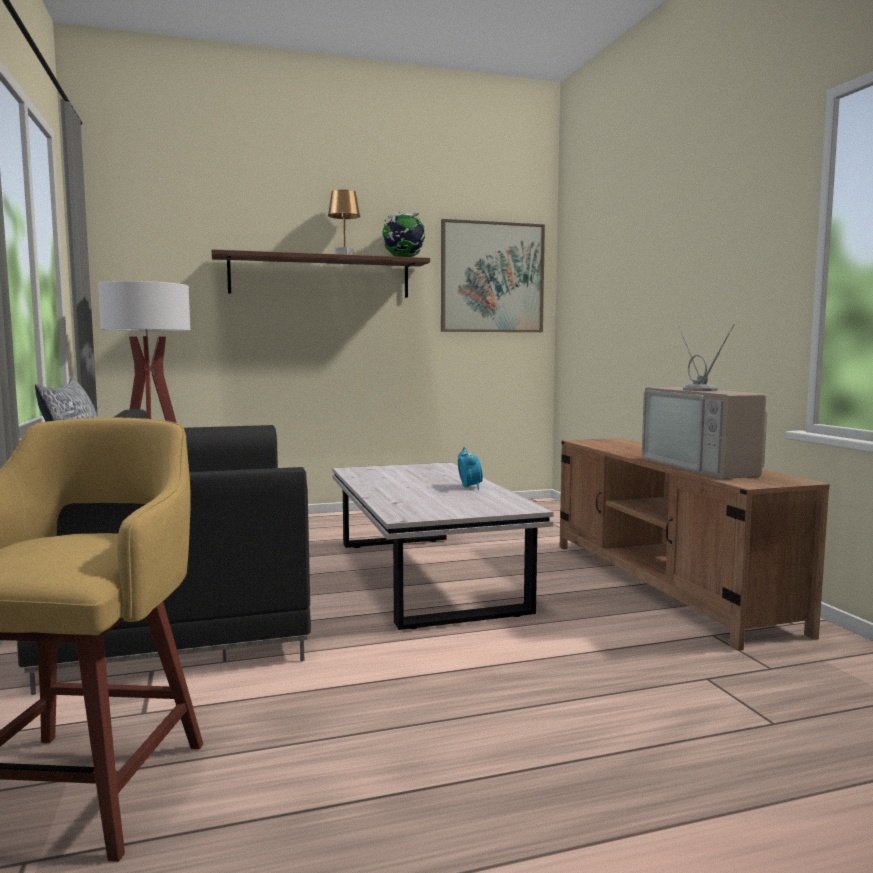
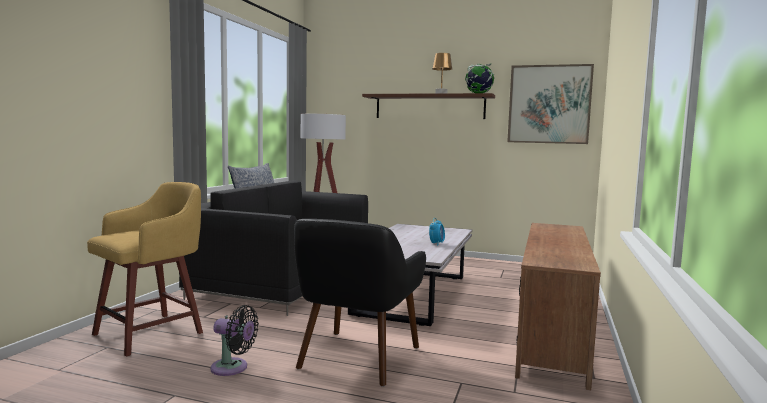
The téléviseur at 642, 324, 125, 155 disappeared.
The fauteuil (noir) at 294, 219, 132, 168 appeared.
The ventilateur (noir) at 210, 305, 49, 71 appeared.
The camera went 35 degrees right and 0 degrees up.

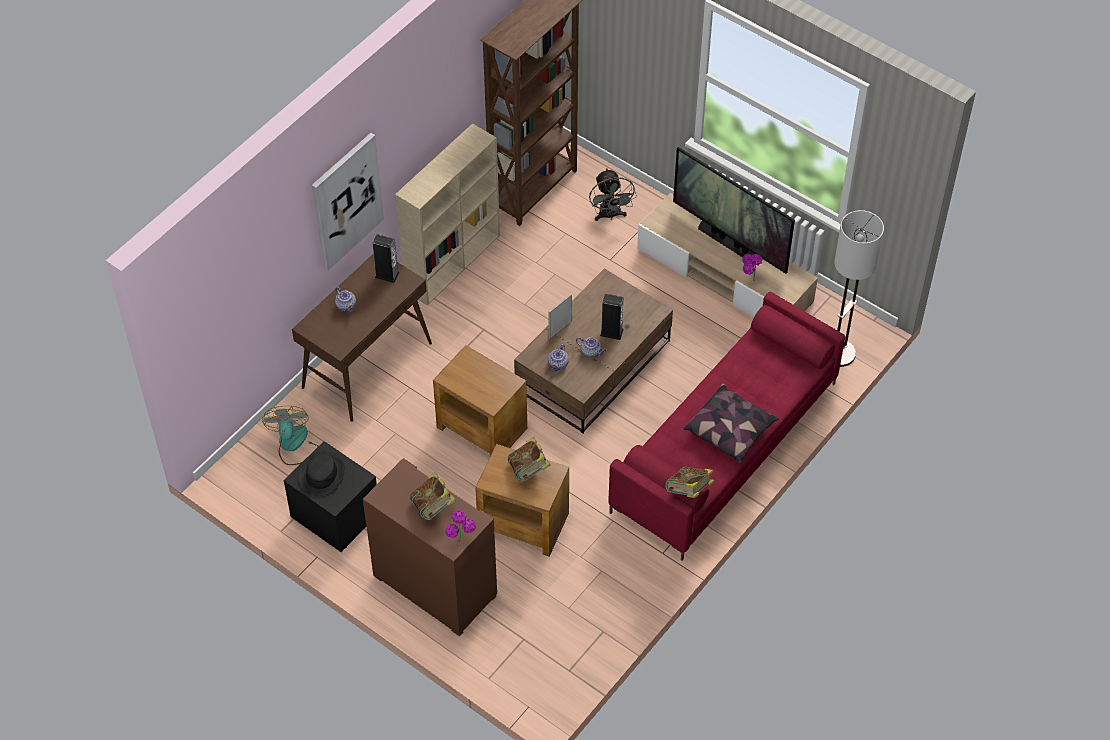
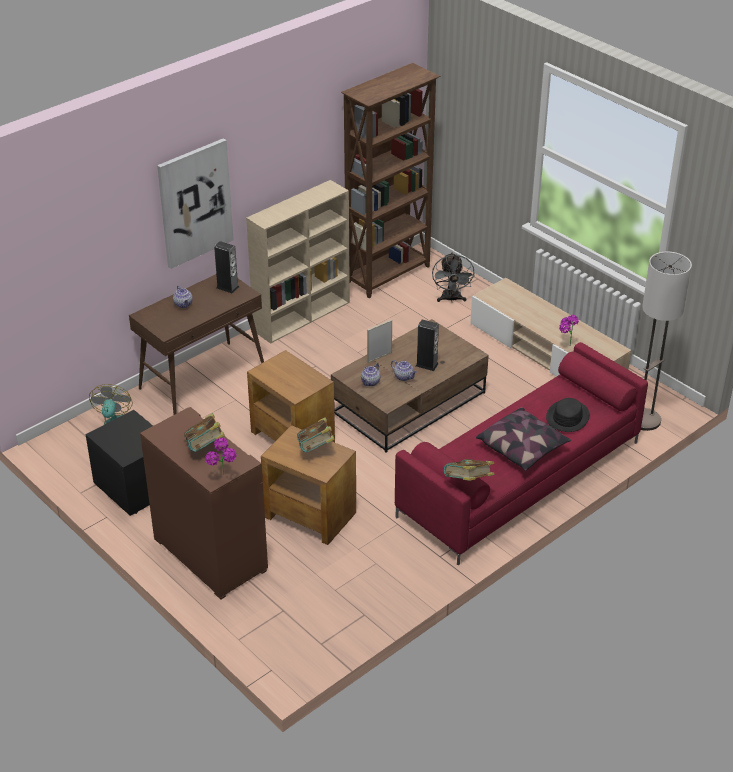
The téléviseur at 673, 147, 122, 127 disappeared.
The chapeau (noir) moved from 299, 451, 46, 45 to 546, 398, 44, 34.
The camera went 10 degrees right and 15 degrees down.

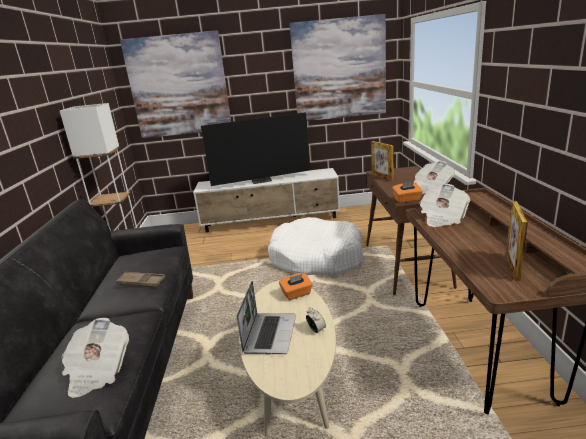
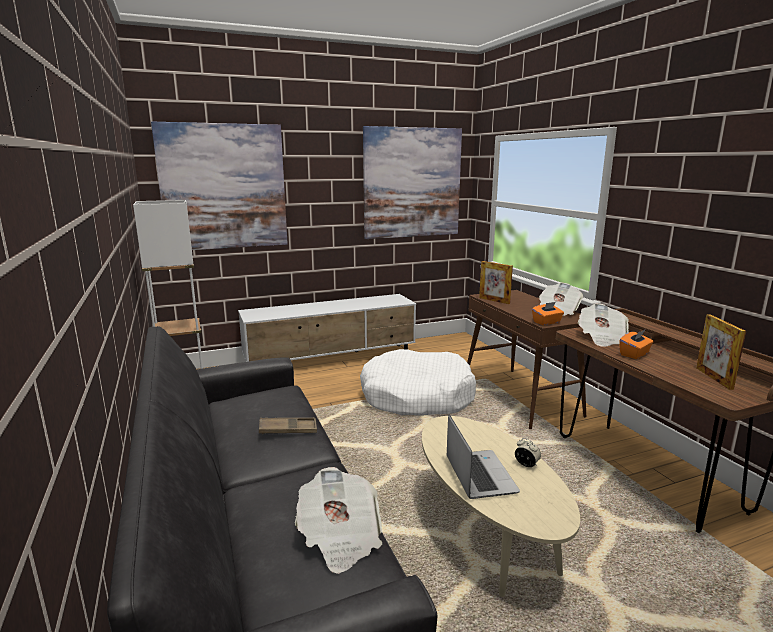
The téléviseur at 201, 112, 109, 74 disappeared.
The boîte à mouchoirs (orange) moved from 279, 273, 34, 27 to 619, 329, 35, 30.
The camera went 20 degrees left and 5 degrees down.

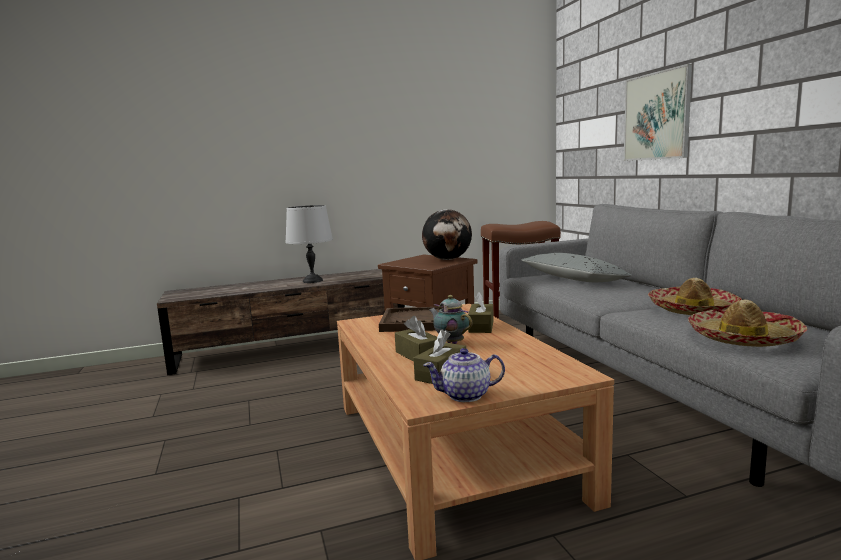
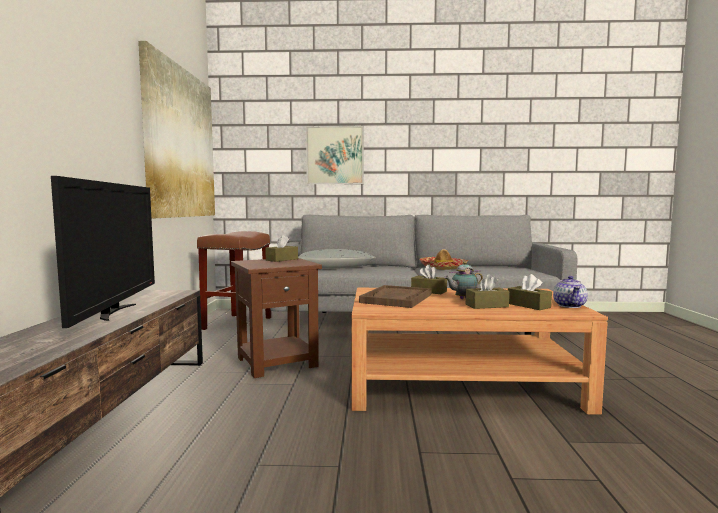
The lampe de table (gris) at 286, 205, 47, 78 was replaced by the téléviseur at 51, 176, 104, 152.
The globe at 422, 209, 50, 51 was replaced by the boîte à mouchoirs (marron) at 265, 235, 33, 27.
The chapeau at 688, 300, 119, 47 disappeared.
The tableau at 138, 41, 77, 177 appeared.
The camera went 70 degrees left and 5 degrees down.

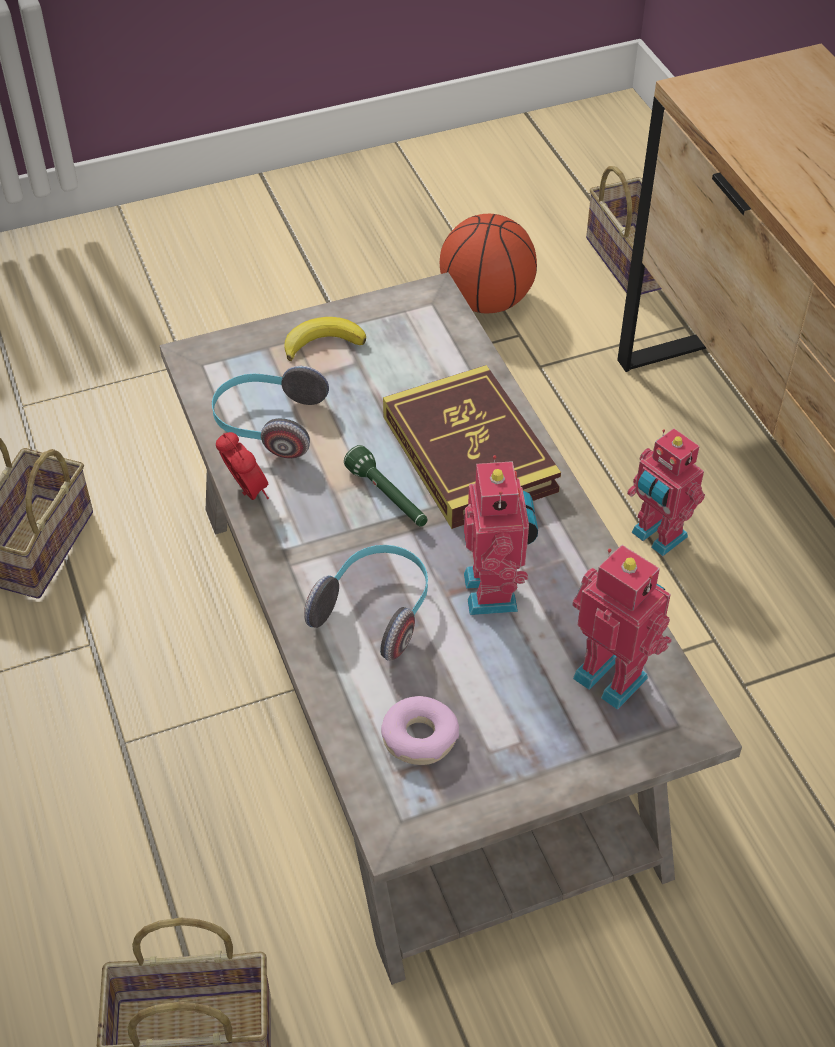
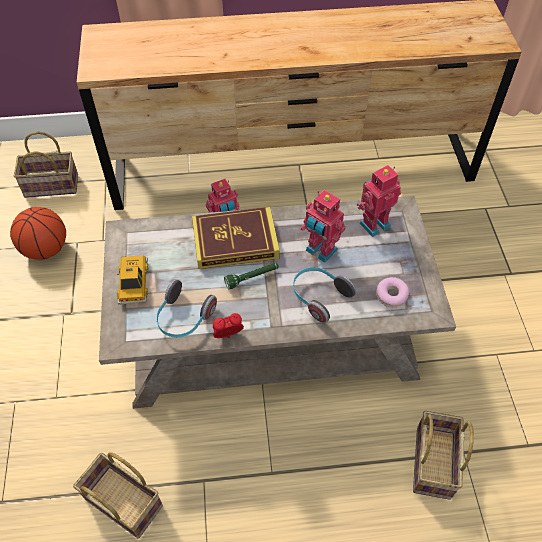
The banane at 284, 317, 82, 44 was replaced by the petite voiture at 117, 255, 31, 50.
The robot jouet at 464, 455, 74, 160 turned 150 degrees counterclockwise.
The camera went 75 degrees left and 5 degrees up.

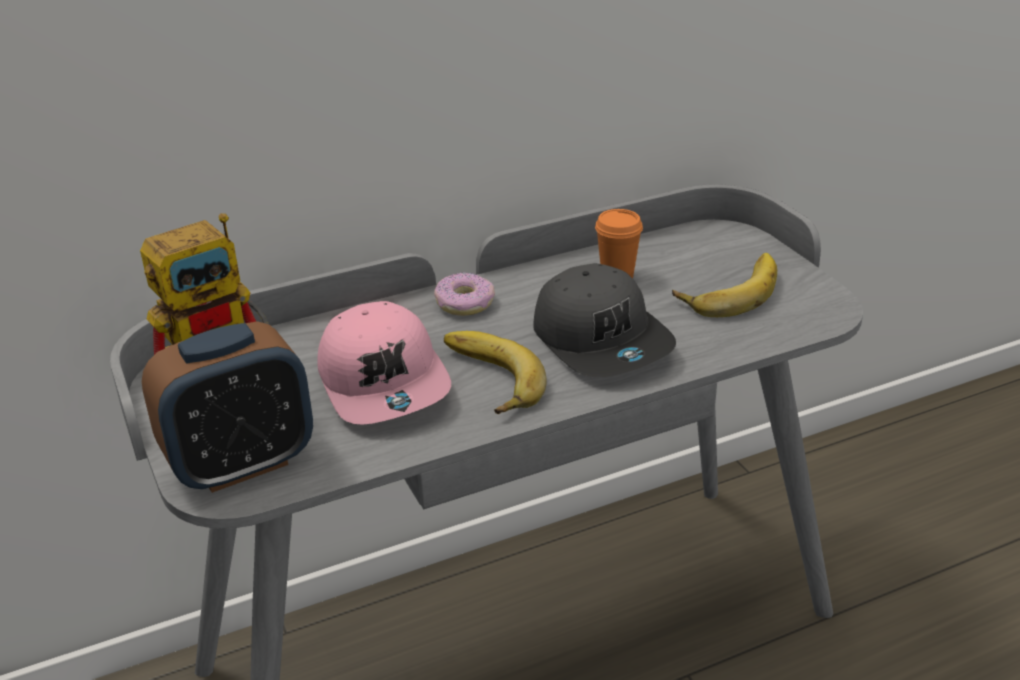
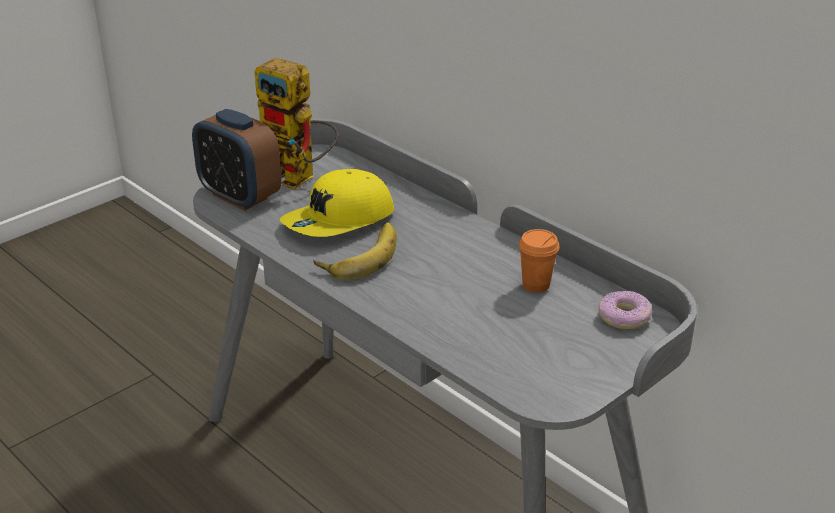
The banane at 672, 253, 105, 64 disappeared.
The casquette (gris) at 533, 263, 143, 114 disappeared.
The beignet moved from 434, 273, 61, 43 to 599, 291, 53, 38.
The casquette (rose) at 317, 301, 134, 124 became the casquette (jaune) at 280, 169, 114, 68.
The camera went 70 degrees right and 0 degrees up.

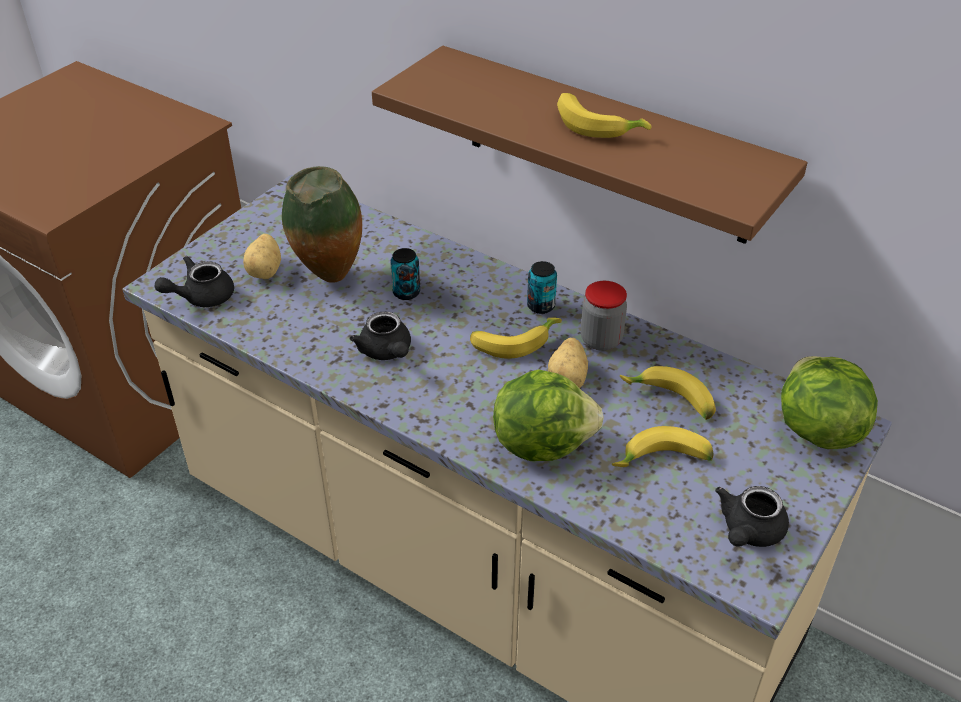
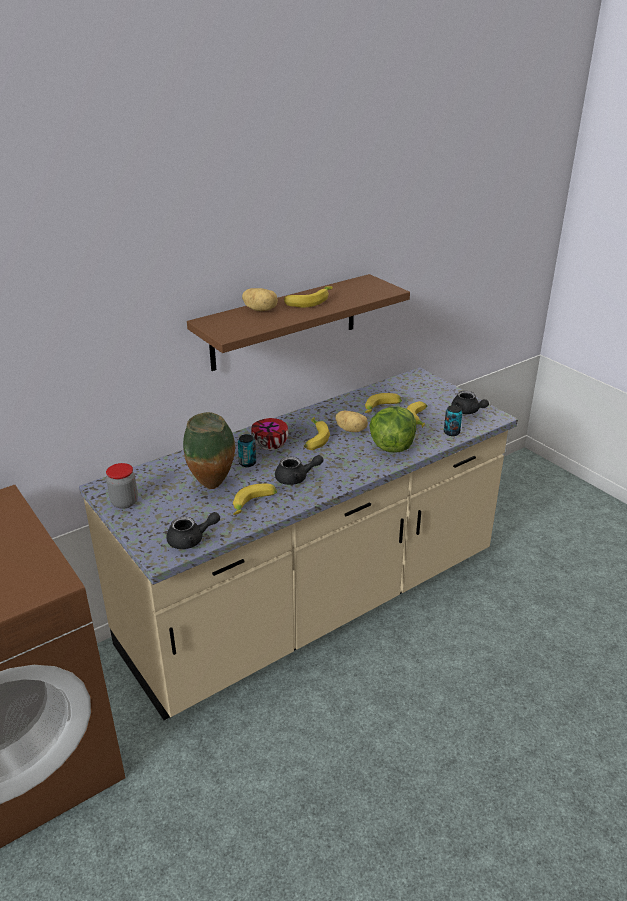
The pomme de terre moved from 243, 234, 38, 45 to 242, 288, 36, 23.
The théière (noir) at 155, 256, 79, 51 turned 90 degrees counterclockwise.
The boîte métallique moved from 527, 261, 30, 53 to 444, 405, 18, 31.
The bocal moved from 581, 281, 46, 70 to 106, 463, 32, 46.
The laitue at 781, 356, 97, 93 disappeared.
The bol at 251, 418, 37, 32 appeared.
The banane at 233, 484, 44, 31 appeared.
The camera went 70 degrees left and 10 degrees down.

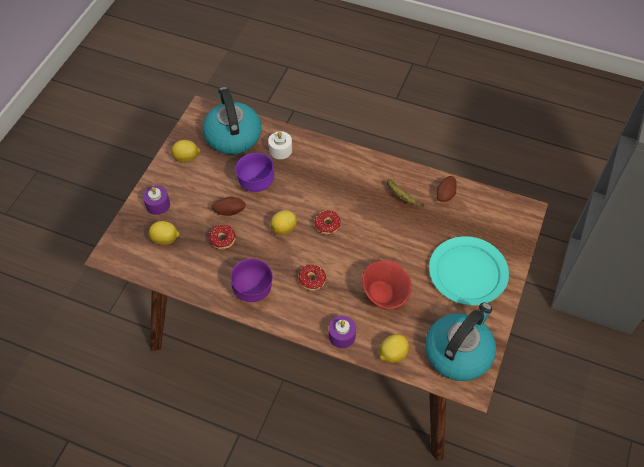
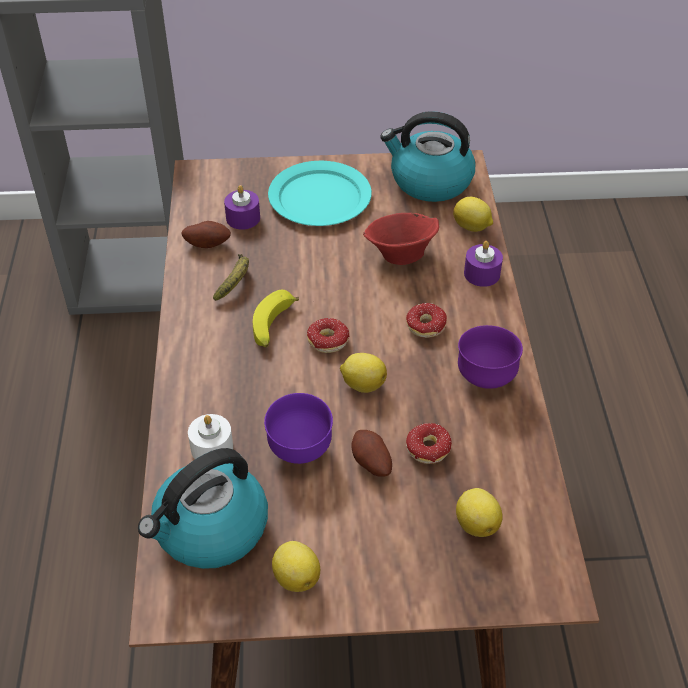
The bougie (violet) moved from 143, 186, 27, 29 to 224, 185, 36, 45.
The banane at 253, 290, 46, 57 appeared.
The camera went 115 degrees left and 10 degrees down.

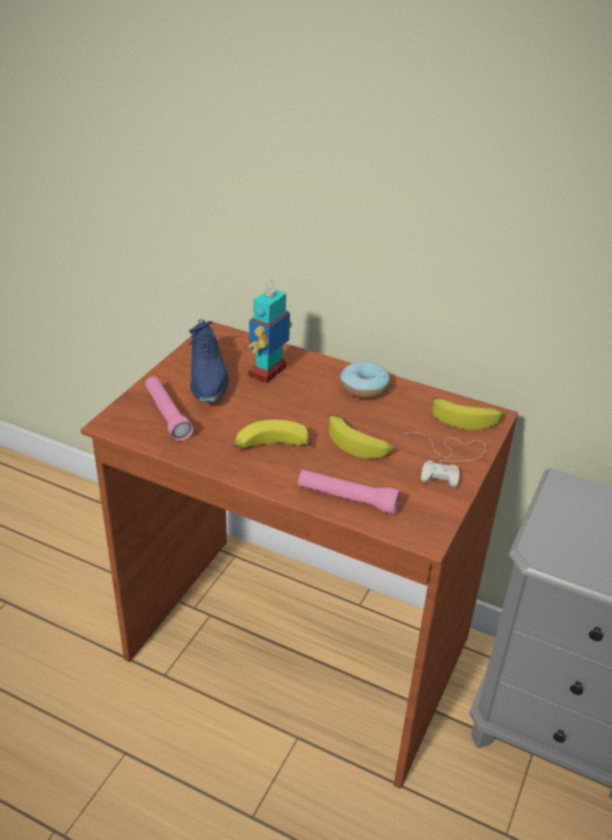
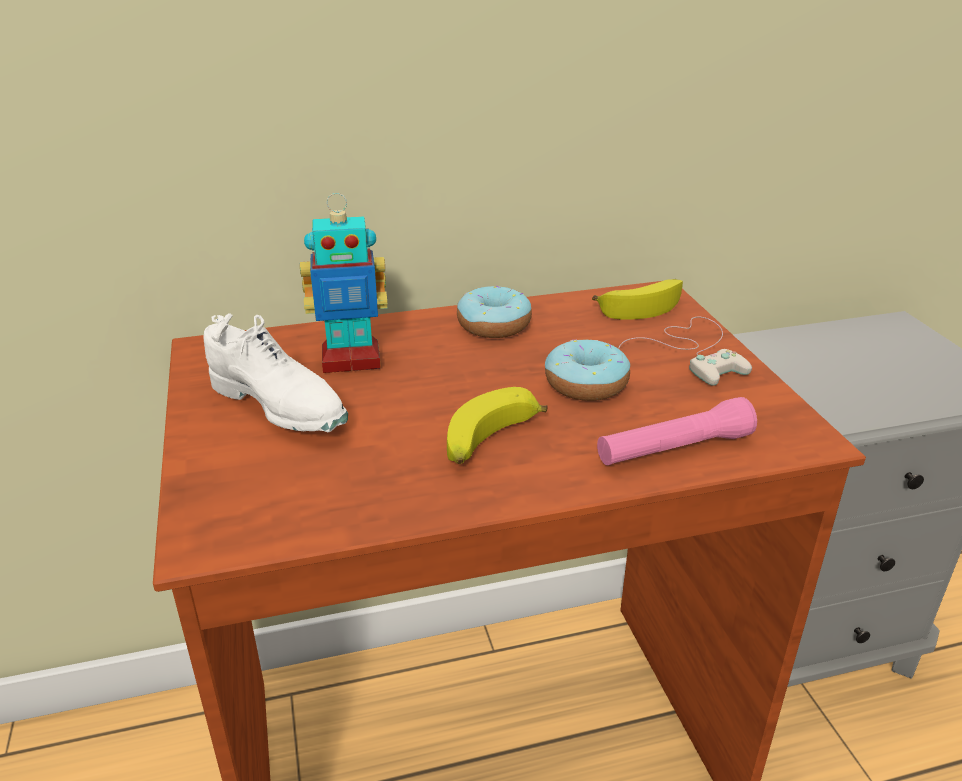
The robot jouet at 248, 280, 44, 103 turned 90 degrees counterclockwise.
The chaussure (bleu) at 188, 319, 41, 84 became the chaussure (blanc) at 203, 313, 145, 119.
The lampe de poche (rose) at 145, 376, 48, 65 disappeared.
The banane at 329, 415, 65, 43 was replaced by the beignet at 545, 340, 85, 61.
The camera went 40 degrees left and 5 degrees down.

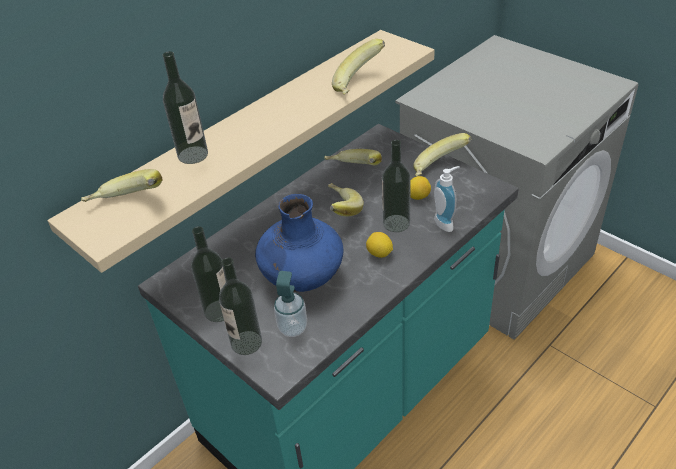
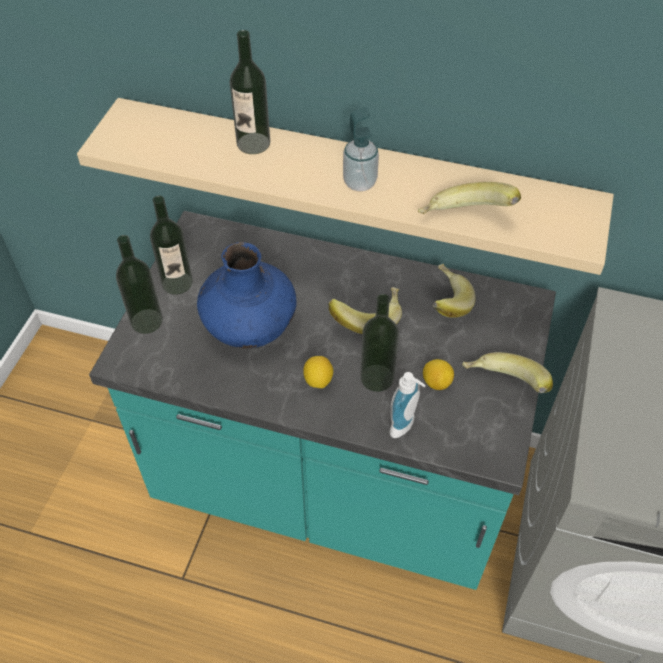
The banane at 81, 169, 81, 33 disappeared.
The distributeur de savon moved from 274, 271, 33, 66 to 343, 107, 36, 84.
The camera went 60 degrees right and 10 degrees up.

